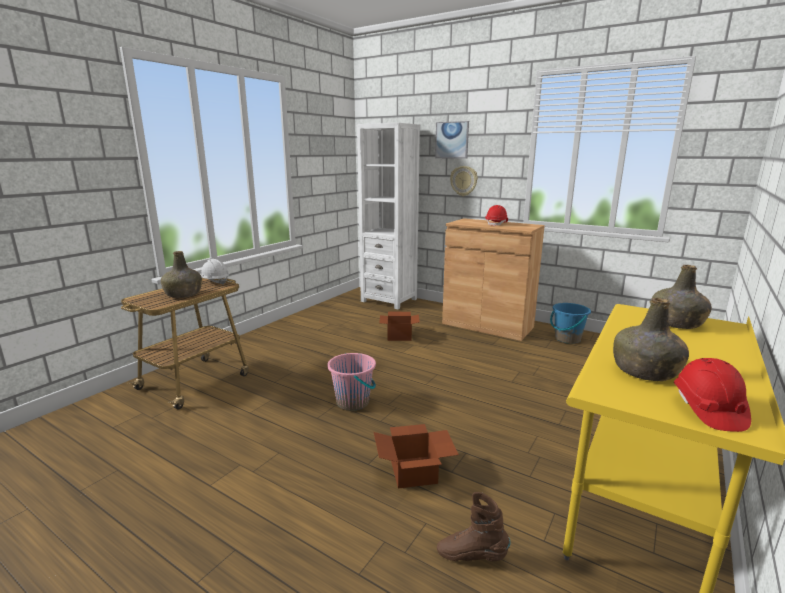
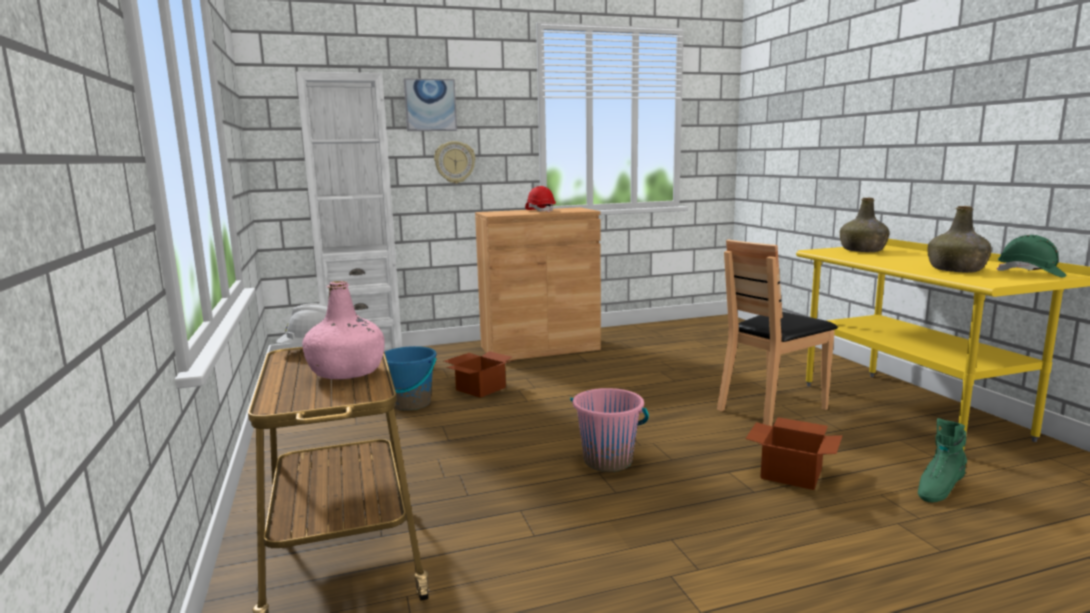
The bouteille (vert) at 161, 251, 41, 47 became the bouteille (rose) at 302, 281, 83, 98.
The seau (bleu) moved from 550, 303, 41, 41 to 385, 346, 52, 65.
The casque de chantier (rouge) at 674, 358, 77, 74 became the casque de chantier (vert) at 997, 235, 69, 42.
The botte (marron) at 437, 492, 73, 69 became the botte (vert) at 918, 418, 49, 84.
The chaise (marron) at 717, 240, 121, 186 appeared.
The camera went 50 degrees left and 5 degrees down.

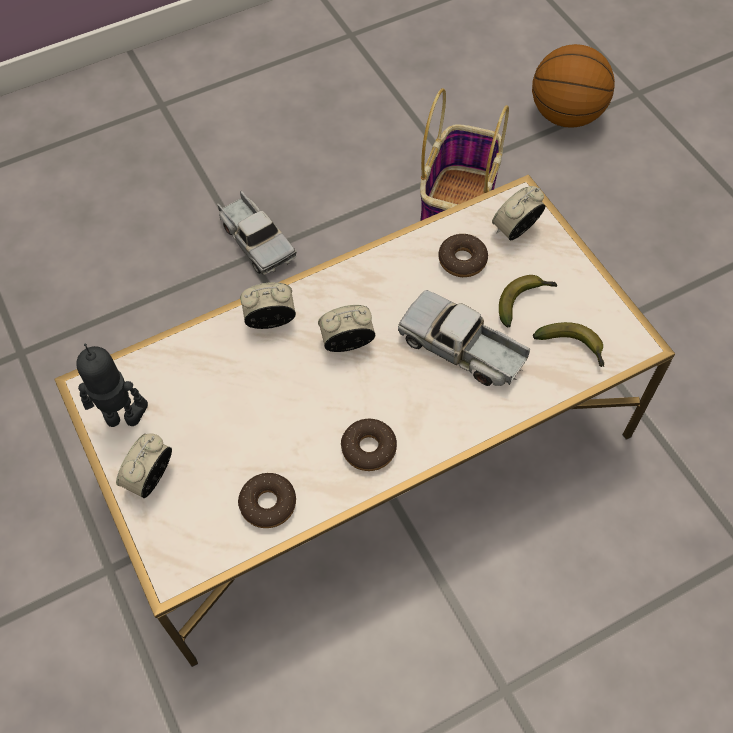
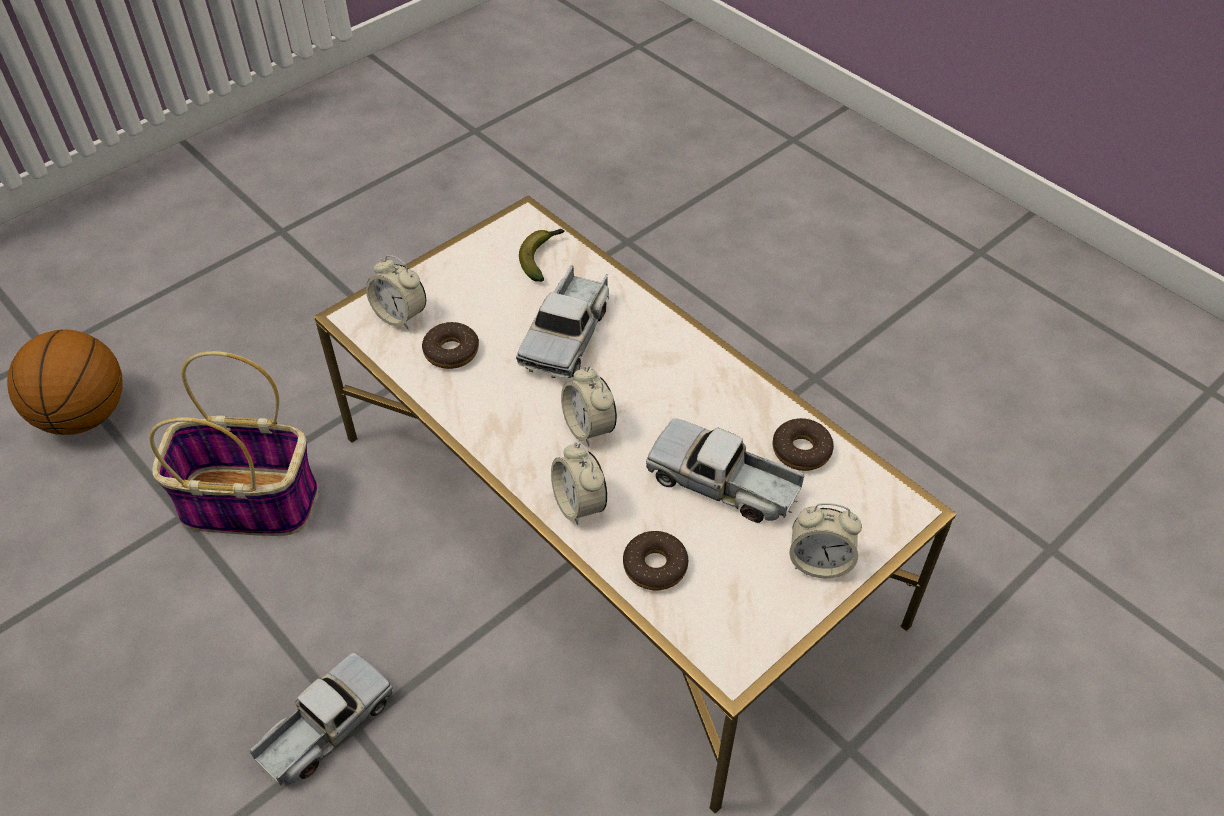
The banane at 499, 275, 58, 53 disappeared.
The robot jouet at 76, 344, 72, 83 disappeared.
The beignet moved from 341, 419, 56, 52 to 623, 531, 65, 59.
The camion jouet at 646, 418, 158, 105 appeared.
The camera went 105 degrees left and 10 degrees down.

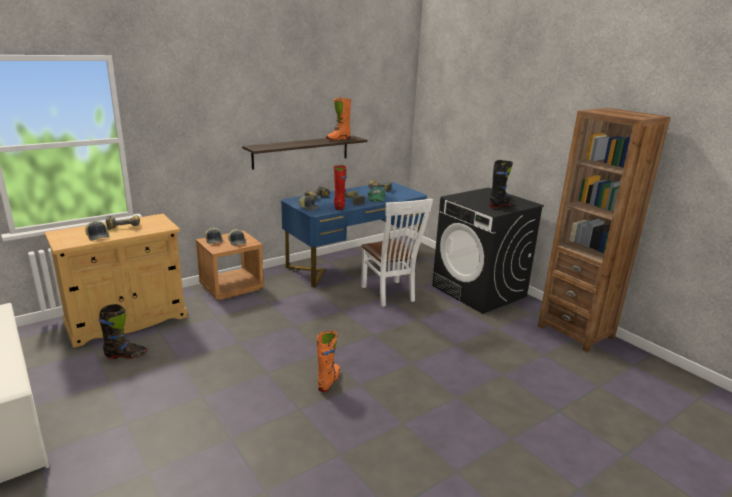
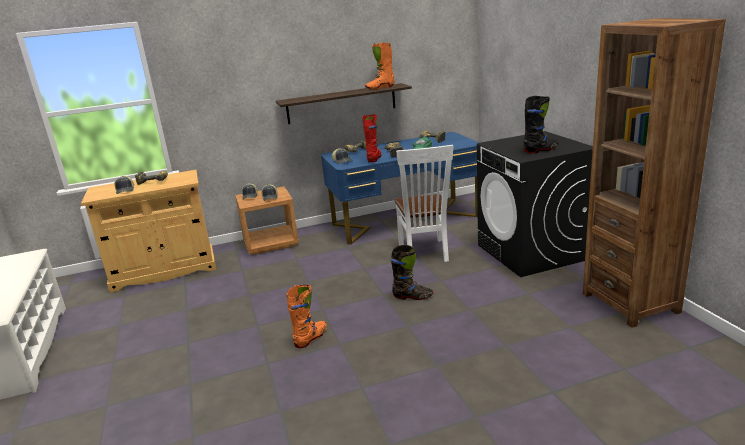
The botte (noir) moved from 99, 304, 48, 55 to 391, 245, 42, 55.
The camera went 20 degrees right and 0 degrees up.

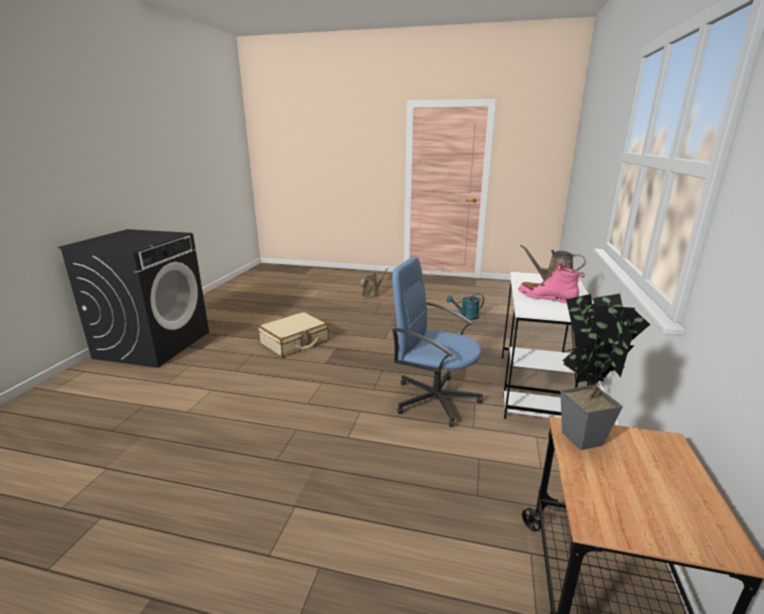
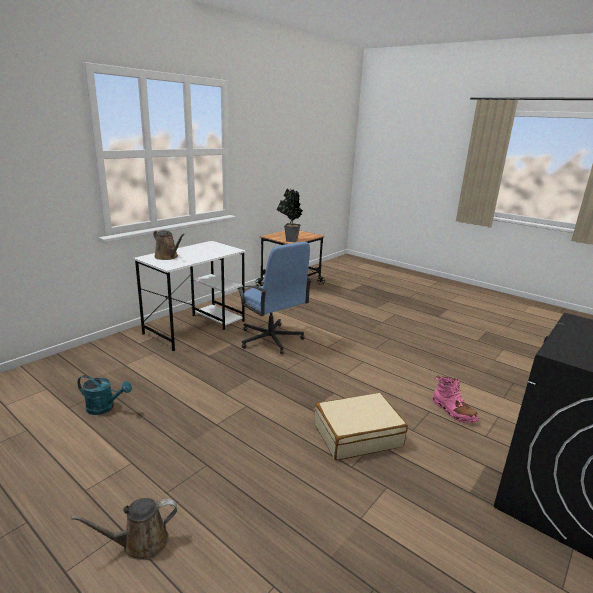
The botte (rose) moved from 518, 262, 67, 41 to 432, 375, 47, 48.
The camera went 155 degrees left and 0 degrees up.

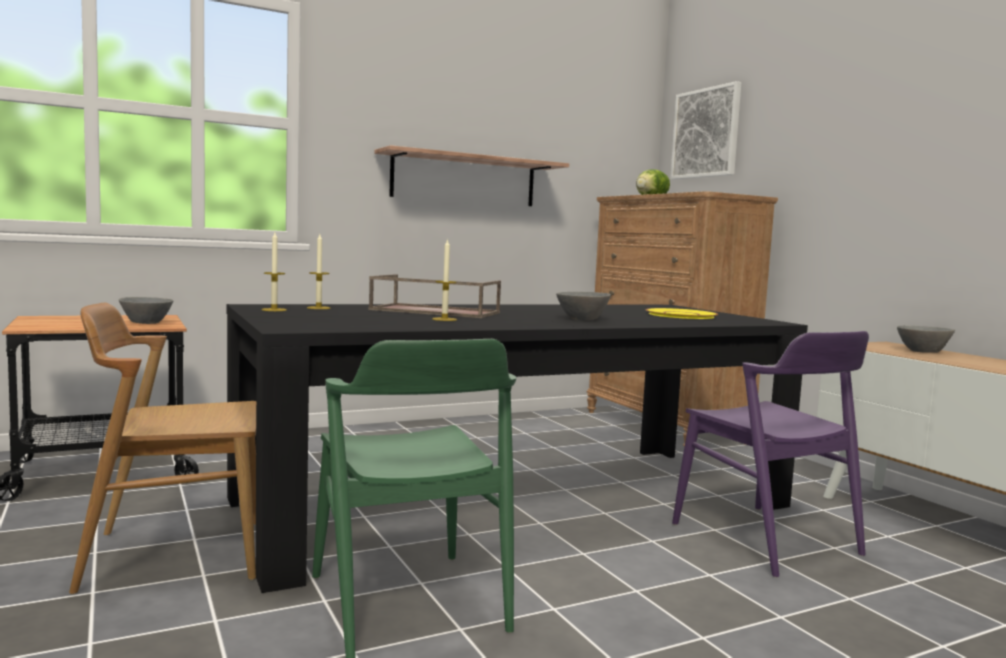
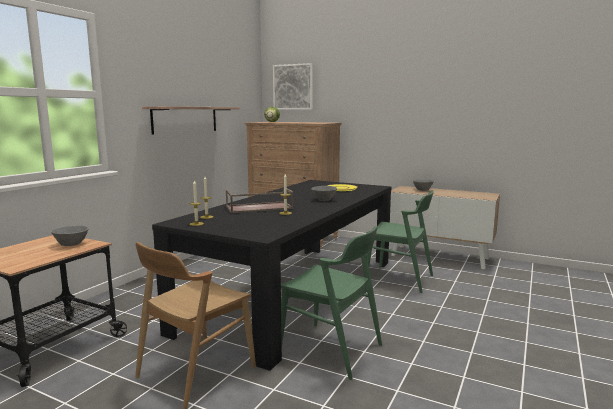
The chaise (violet) at 672, 331, 197, 246 became the chaise (vert) at 367, 190, 67, 103.
The camera went 35 degrees left and 5 degrees up.

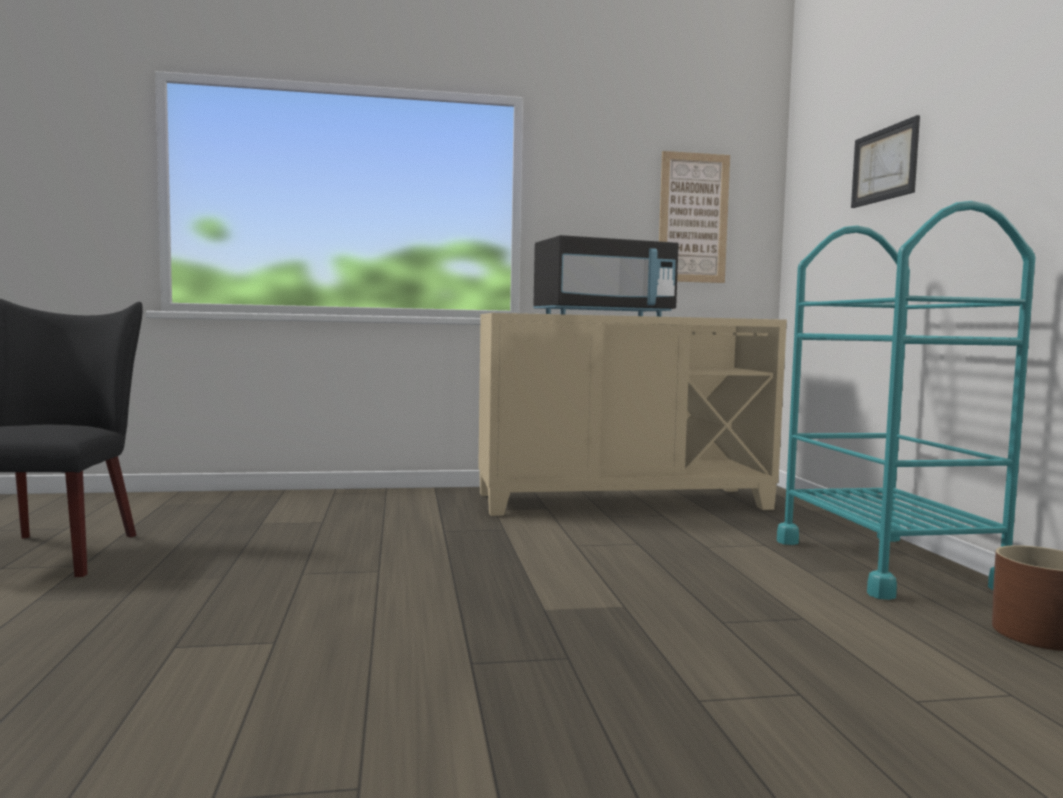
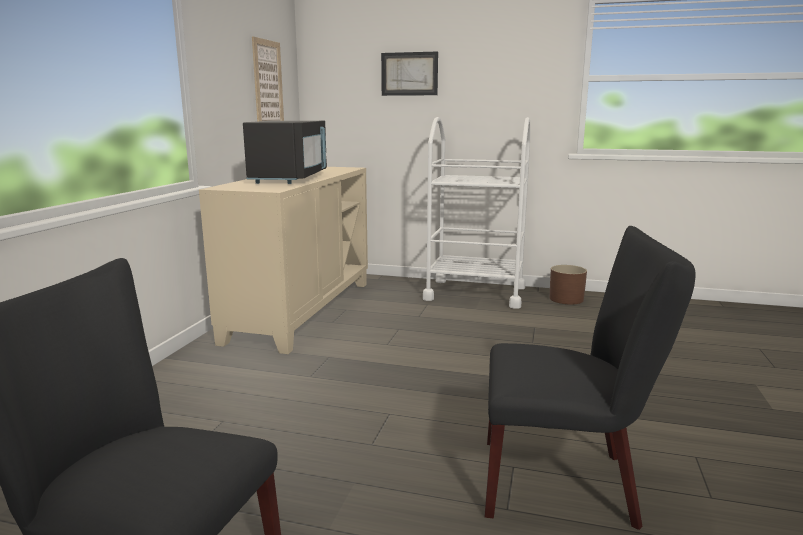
The chariot (turquoise) at 777, 201, 258, 399 became the chariot (blanc) at 423, 117, 107, 192.
The chaise (noir) at 485, 226, 210, 304 appeared.
The camera went 65 degrees left and 10 degrees up.

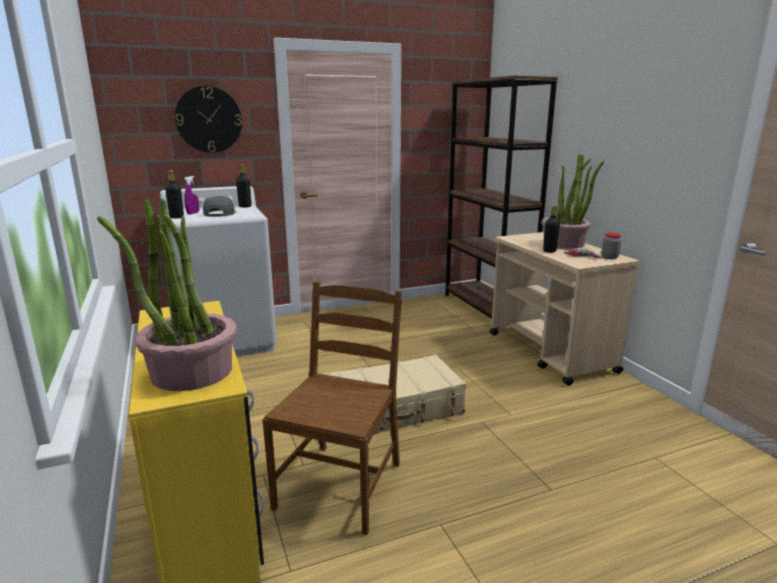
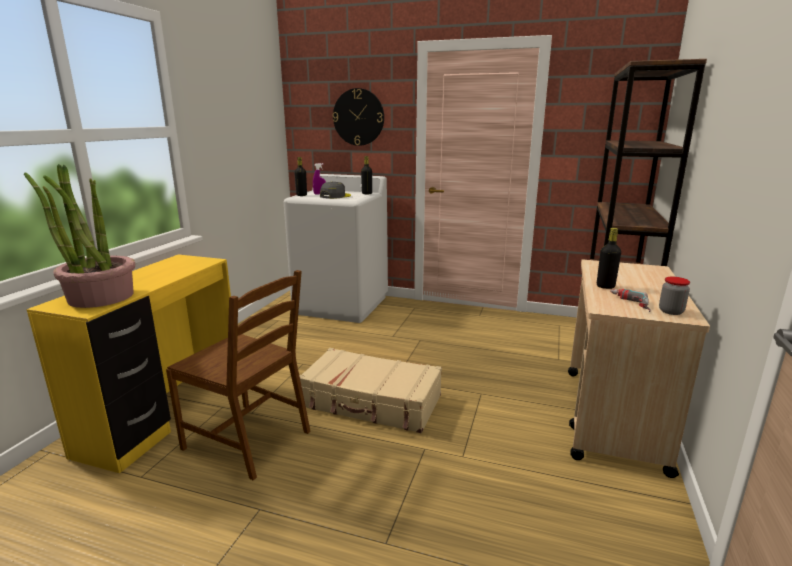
The plante en pot at 541, 154, 63, 94 disappeared.
The chaise (marron) at 262, 281, 140, 254 turned 60 degrees clockwise.
The camera went 40 degrees right and 0 degrees up.

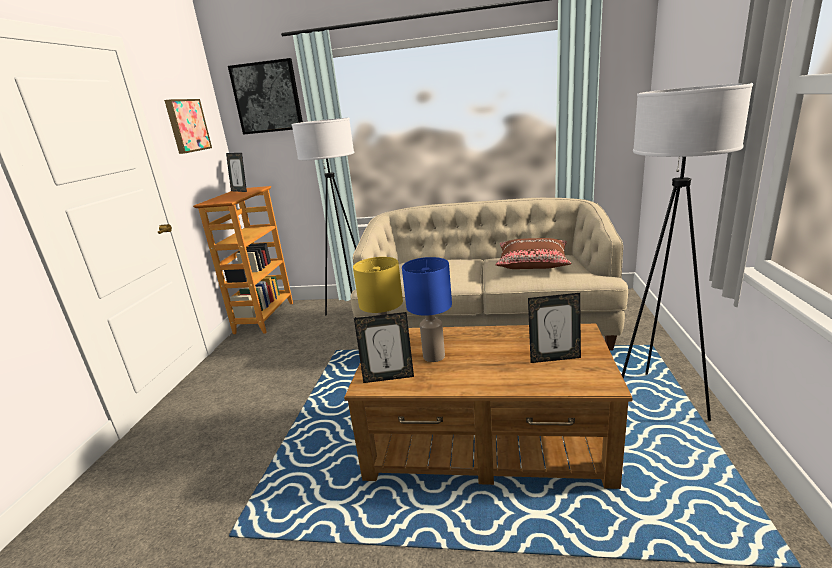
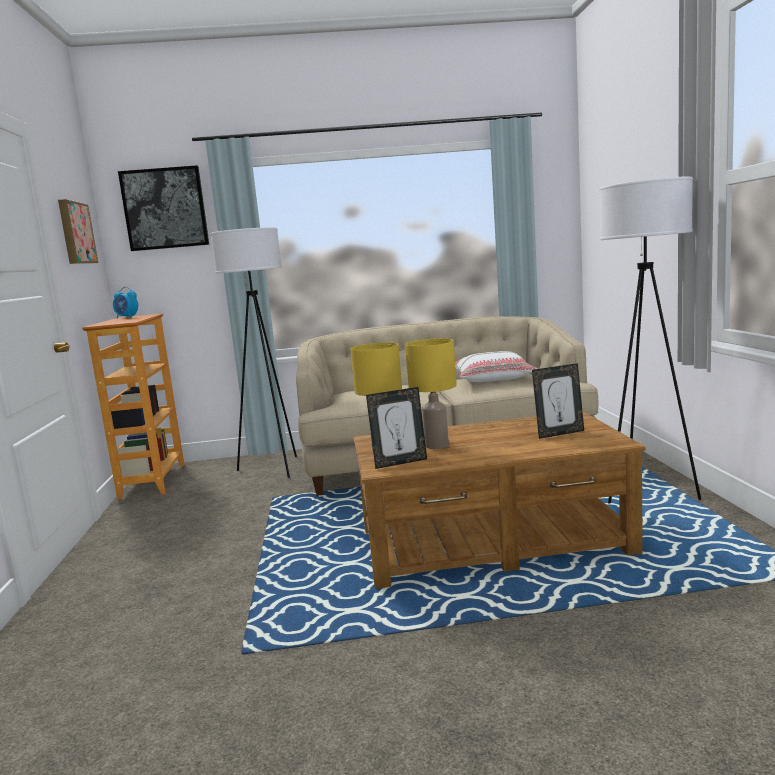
The cadre photo at 226, 153, 21, 39 was replaced by the réveil at 113, 287, 25, 32.
The coussin (marron) at 495, 238, 77, 31 became the coussin (blanc) at 455, 351, 83, 31.
The lampe de table (bleu) at 402, 257, 50, 105 became the lampe de table (jaune) at 405, 338, 52, 111.
The camera went 15 degrees left and 10 degrees down.

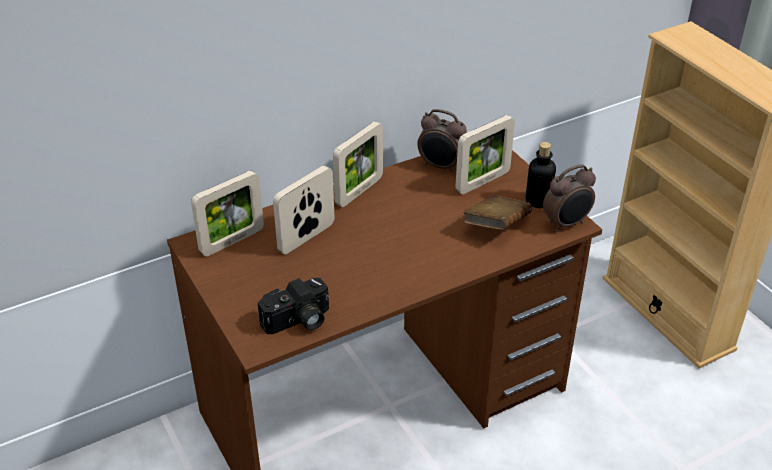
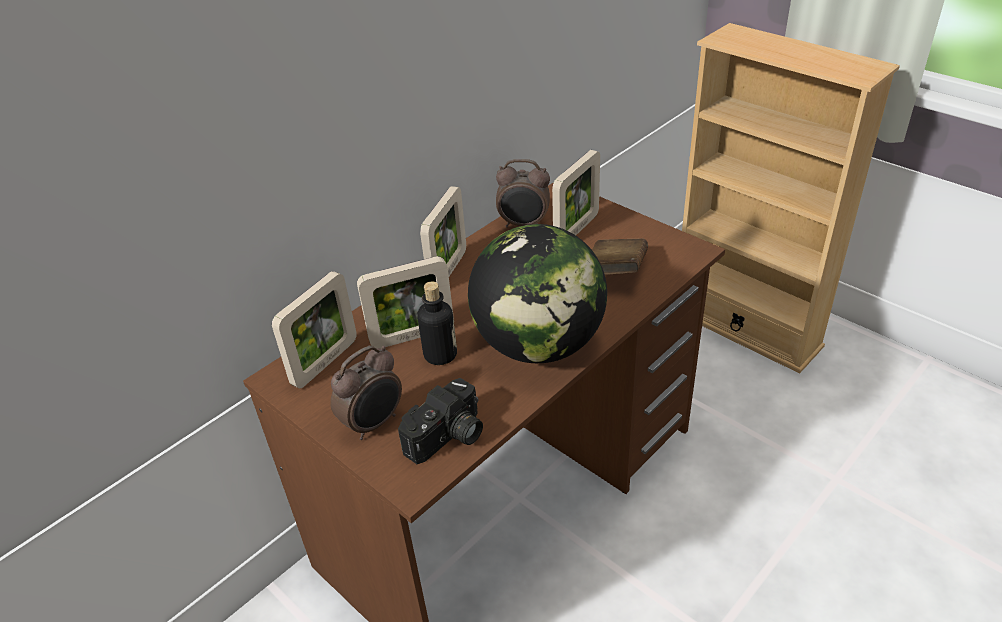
The bouteille moved from 526, 142, 30, 66 to 418, 282, 39, 83.
The réveil moved from 543, 164, 53, 68 to 330, 346, 72, 94.
The cadre photo at 273, 166, 62, 88 turned 135 degrees counterclockwise.
The globe at 468, 224, 139, 139 appeared.
The camera went 15 degrees left and 0 degrees up.

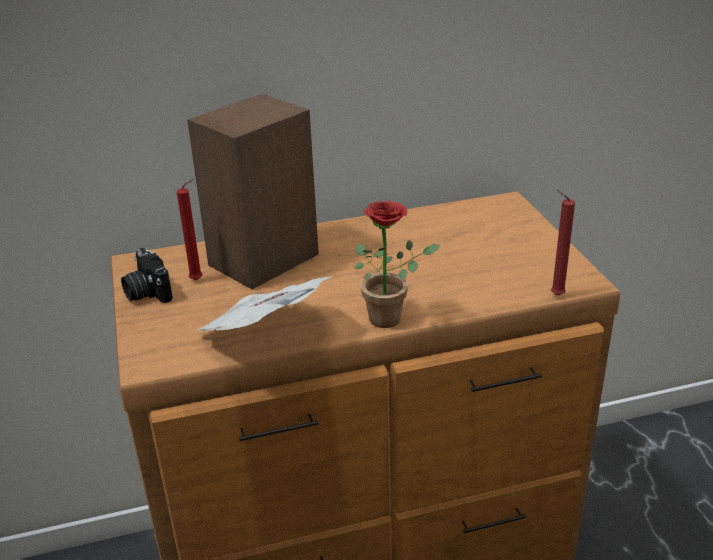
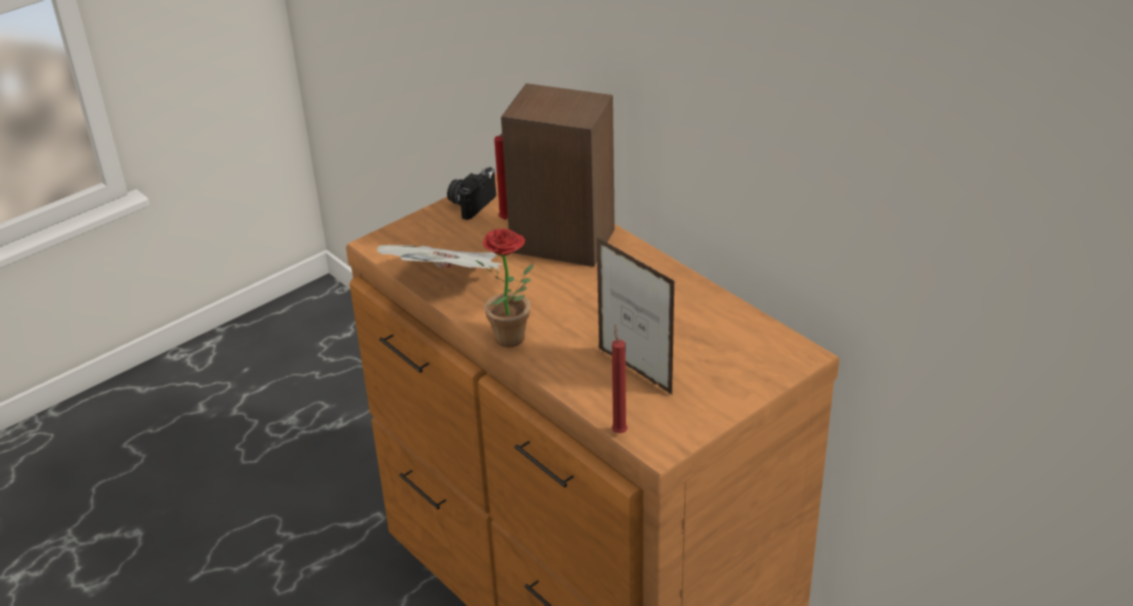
The cadre photo at 597, 237, 78, 158 appeared.
The camera went 65 degrees right and 5 degrees up.

